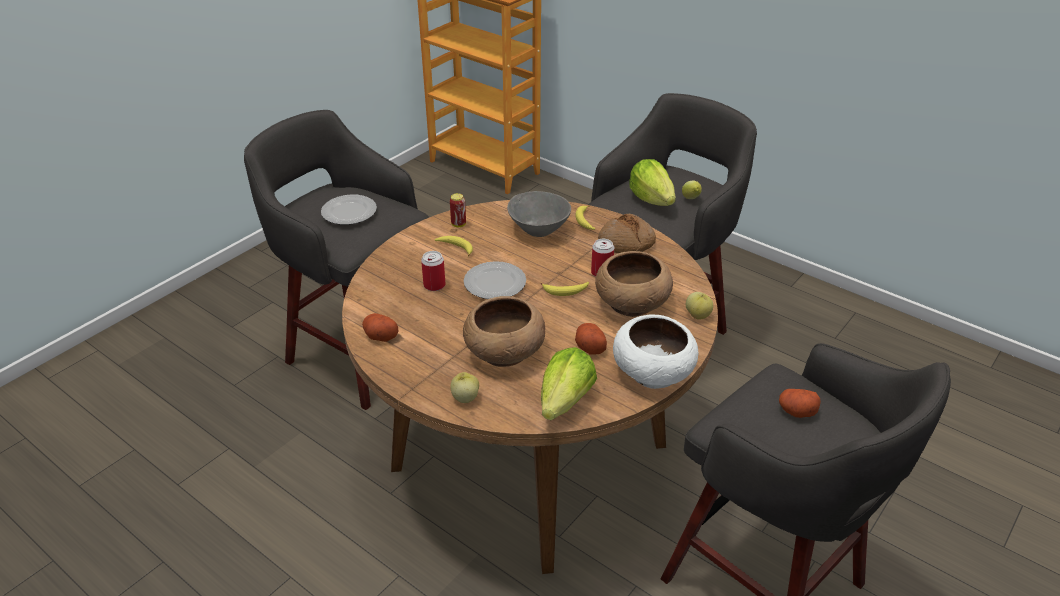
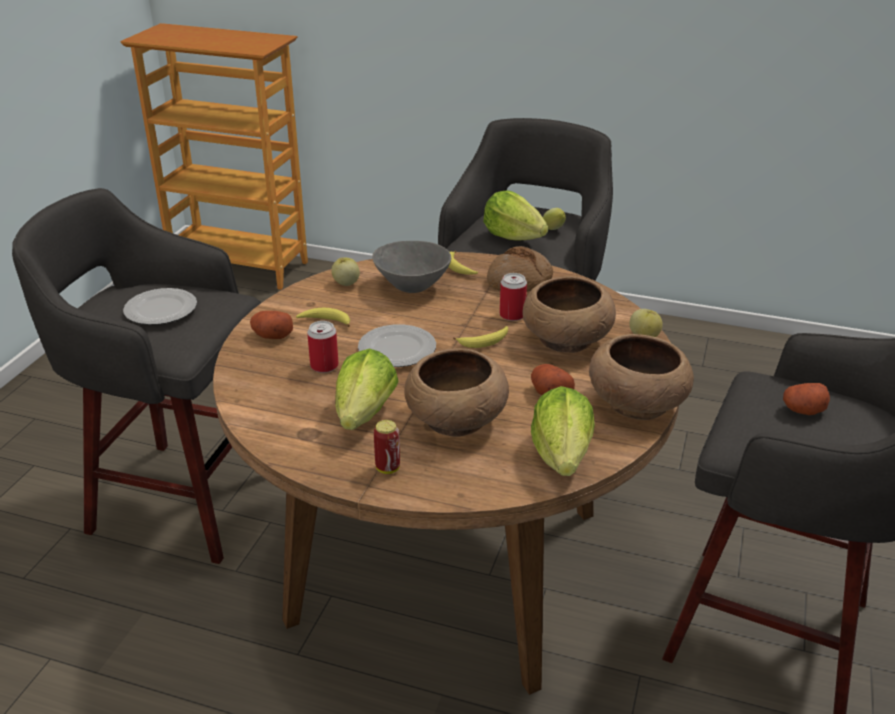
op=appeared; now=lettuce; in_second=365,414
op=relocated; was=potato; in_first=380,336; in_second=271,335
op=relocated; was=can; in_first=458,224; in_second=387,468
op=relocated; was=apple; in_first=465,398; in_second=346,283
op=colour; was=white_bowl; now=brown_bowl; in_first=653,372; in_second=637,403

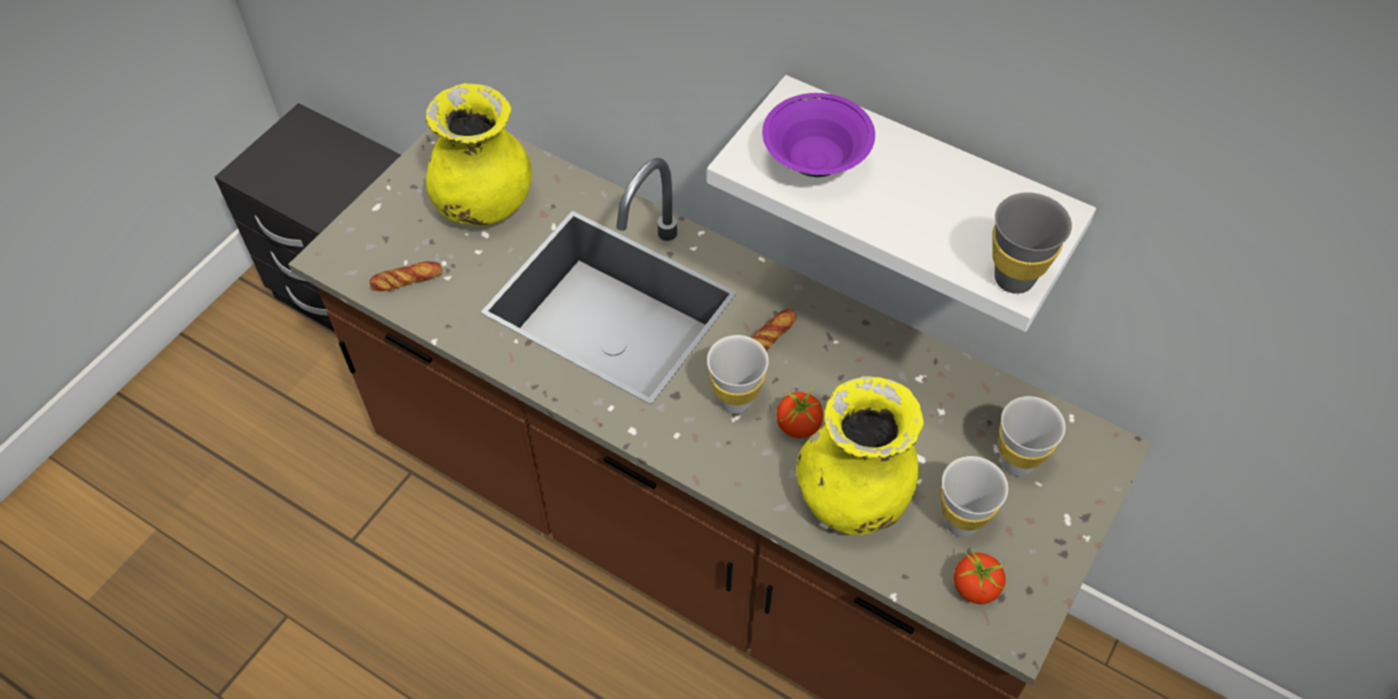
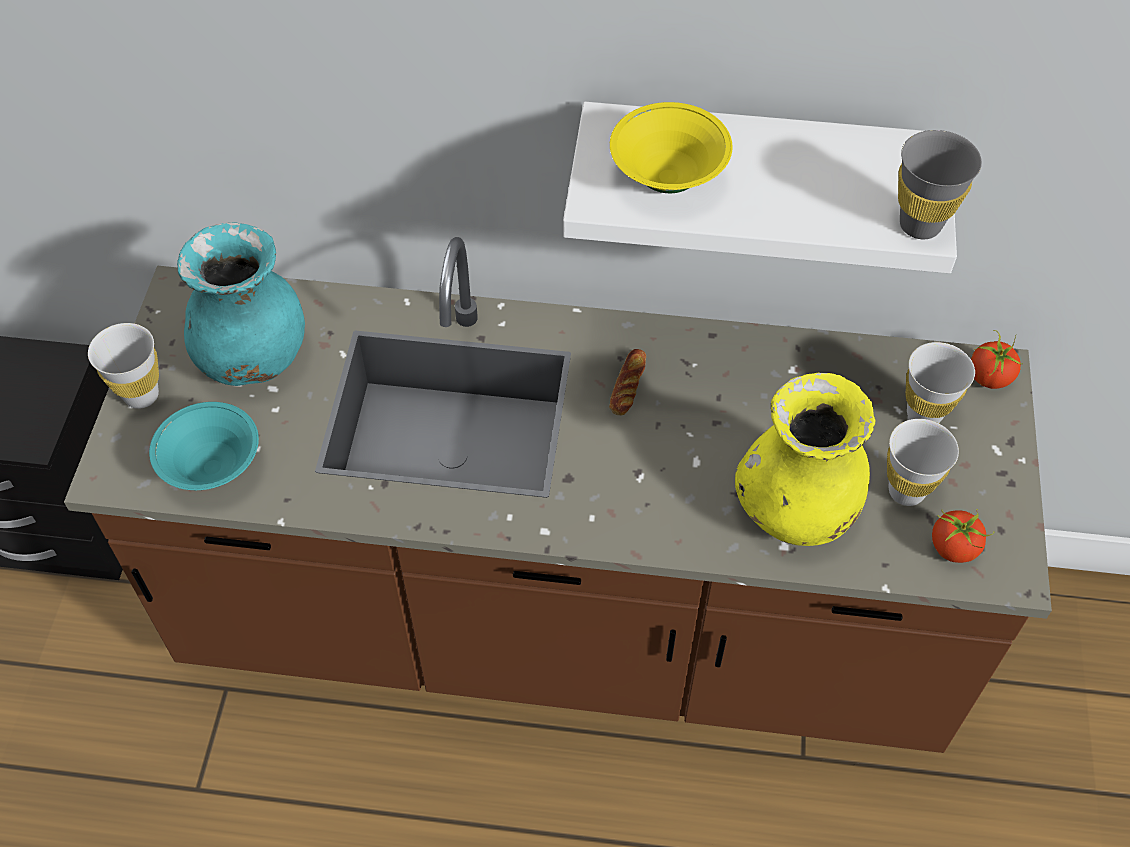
op=relocated; was=white_cup; in_first=735,400; in_second=141,395
op=relocated; was=tomato; in_first=798,425; in_second=989,377
op=exchanged; was=bread; now=turquoise_bowl; in_first=407,279; in_second=213,468
op=colour; was=yellow_vase; now=turquoise_vase; in_first=484,204; in_second=254,357
op=colour; was=purple_bowl; now=yellow_bowl; in_first=815,162; in_second=668,178

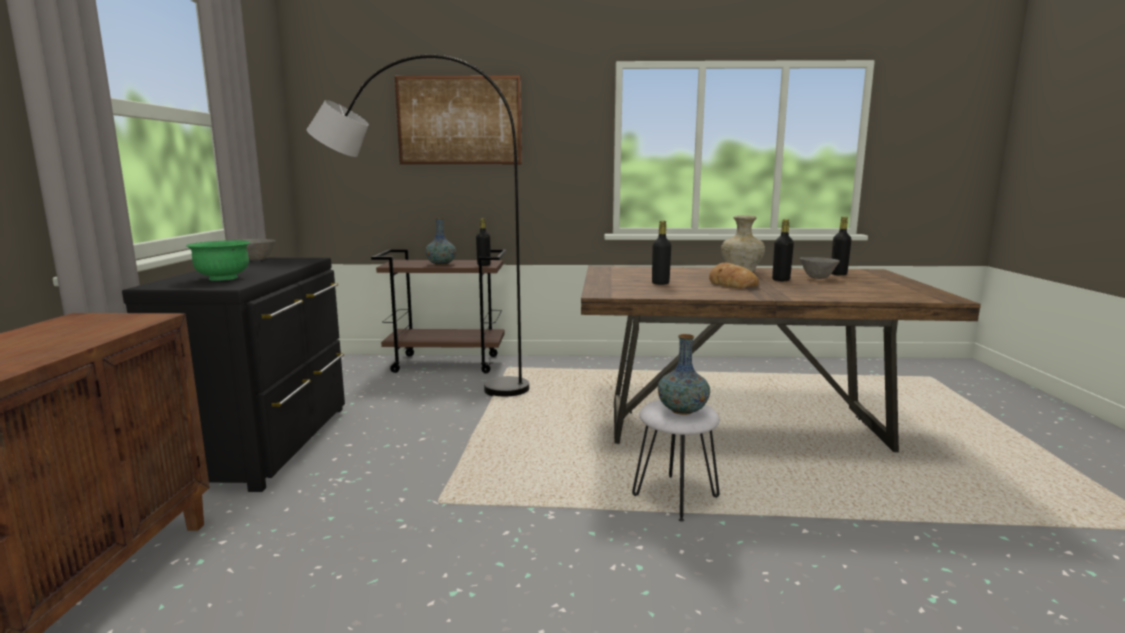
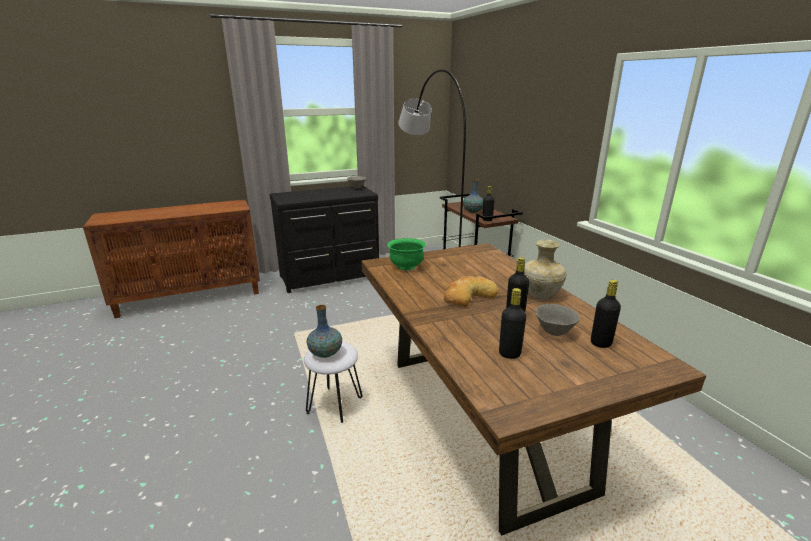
op=missing; was=picture; in_first=459,120
op=relocated; was=green_bowl; in_first=223,278; in_second=406,266
op=relocated; was=black_bottle; in_first=660,283; in_second=509,354

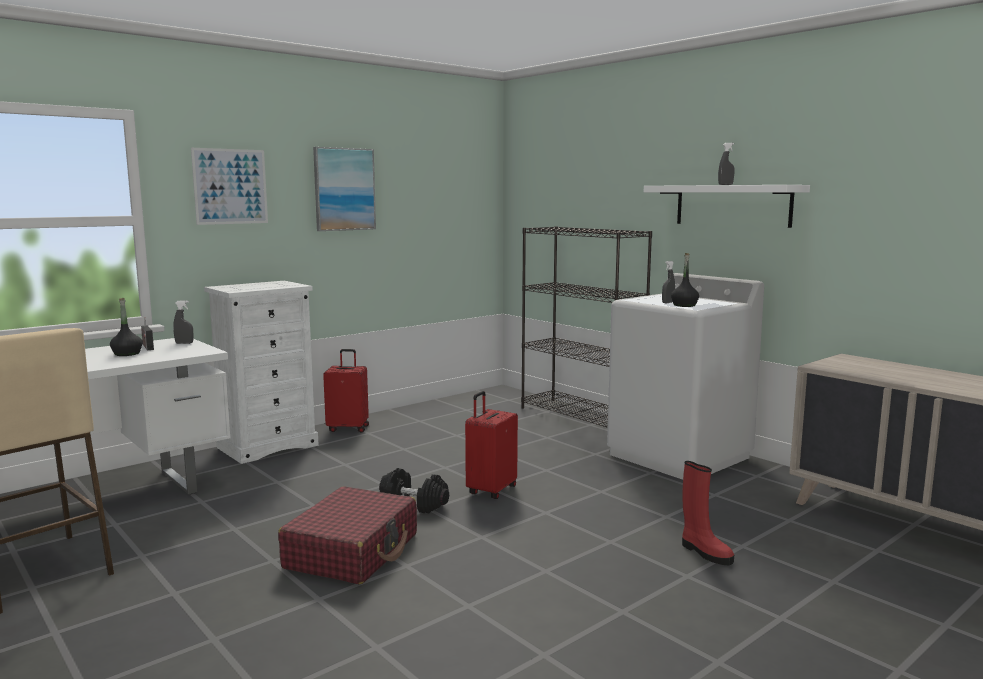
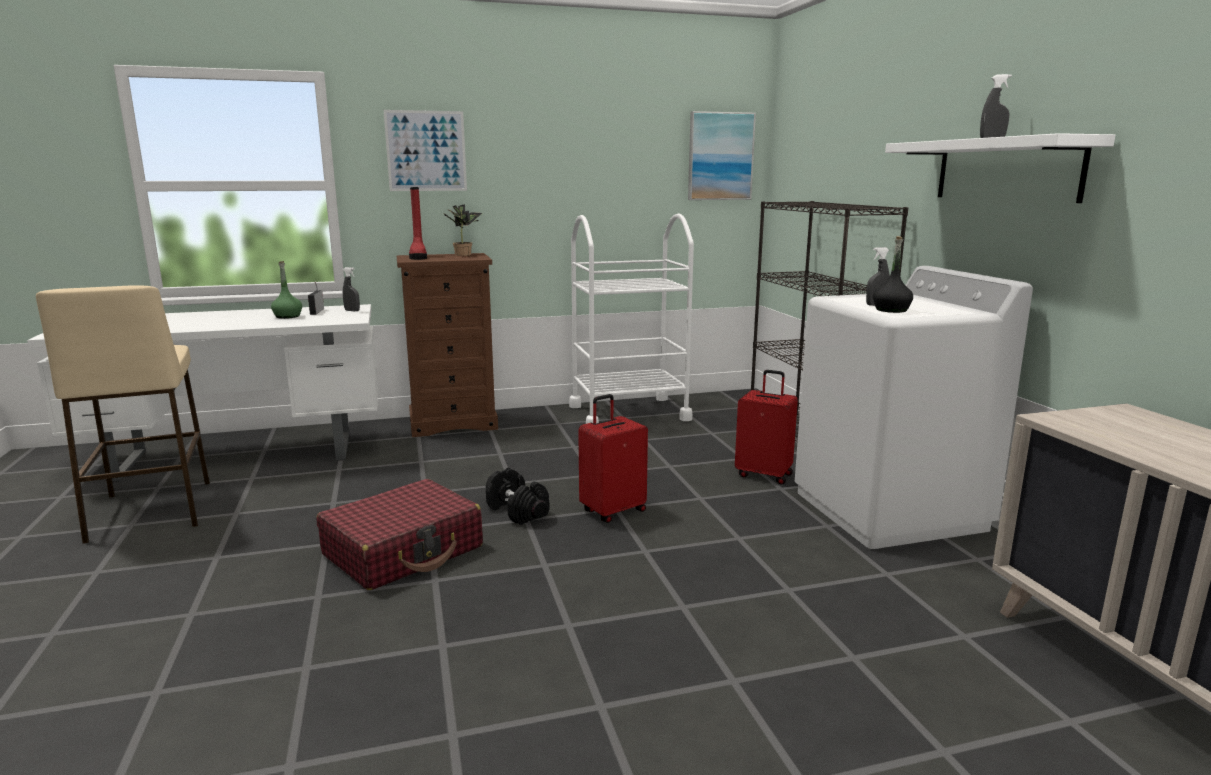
op=appeared; now=potted_plant; in_second=464,254
op=appeared; now=white_cart; in_second=628,413
op=relocated; was=picture; in_first=344,189; in_second=720,156
op=relocated; was=red_suitcase; in_first=348,428; in_second=764,474
op=relocated; was=red_boot; in_first=705,552; in_second=418,257
op=colour; was=black_bottle; now=green_bottle; in_first=127,354; in_second=287,316
op=colour; was=white_dresser; now=brown_dresser; in_first=268,446; in_second=453,423

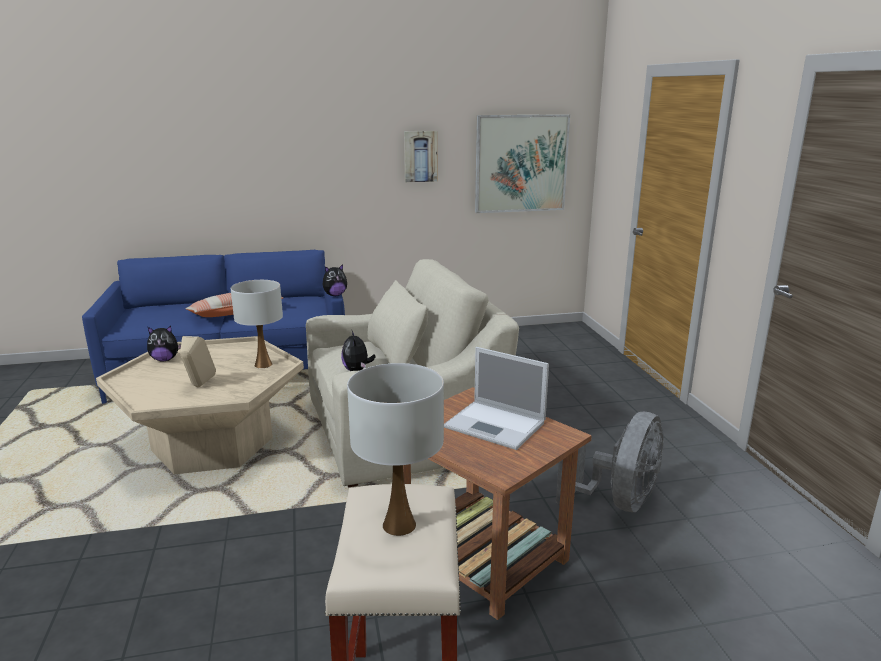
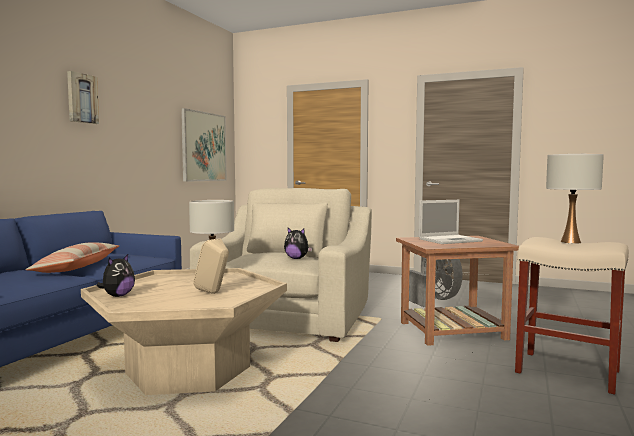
op=missing; was=plush_toy; in_first=335,295
op=relocated; was=picture; in_first=420,156; in_second=82,98

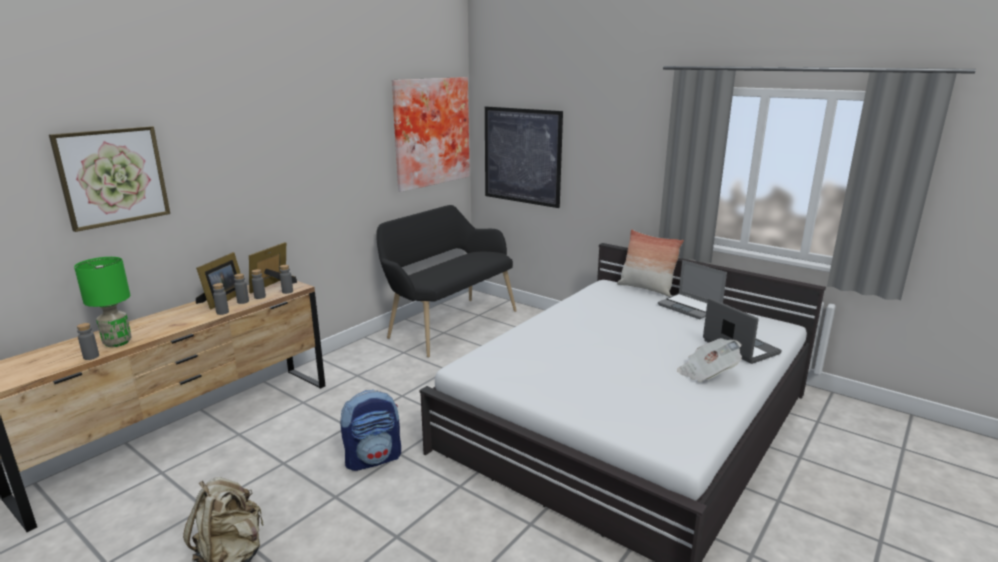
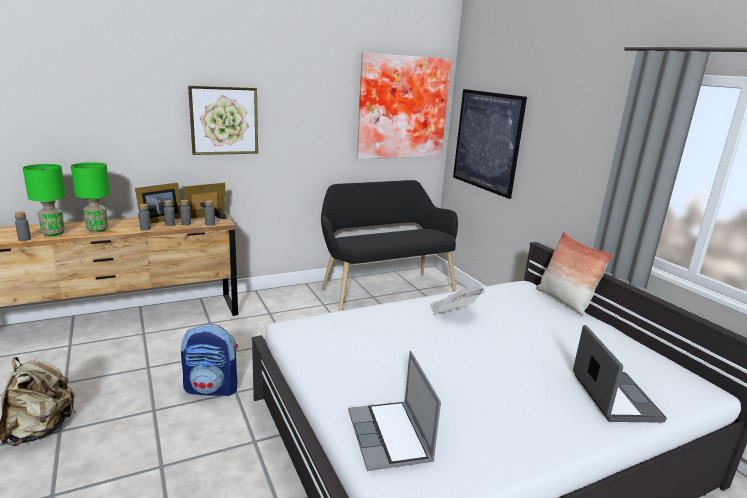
op=appeared; now=green_table_lamp; in_second=97,230
op=relocated; was=picture; in_first=113,177; in_second=224,120
op=relocated; was=laptop; in_first=690,307; in_second=390,437
op=relocated; was=newspaper; in_first=707,373; in_second=453,312

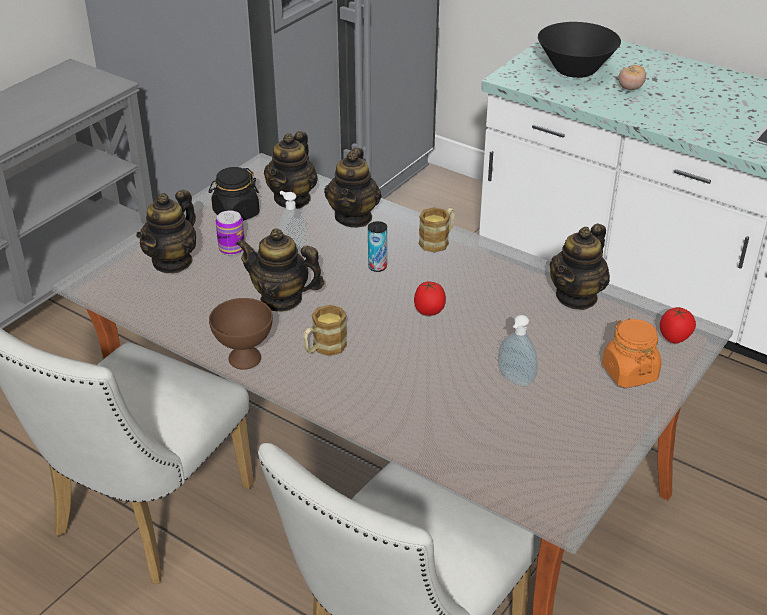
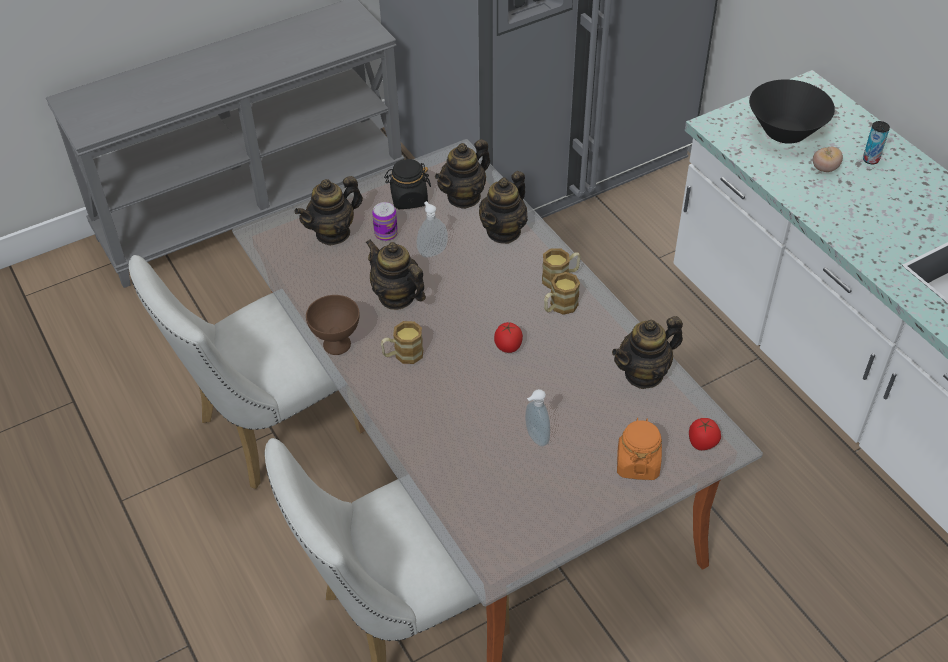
op=appeared; now=mug; in_second=559,307
op=relocated; was=can; in_first=377,267; in_second=870,159

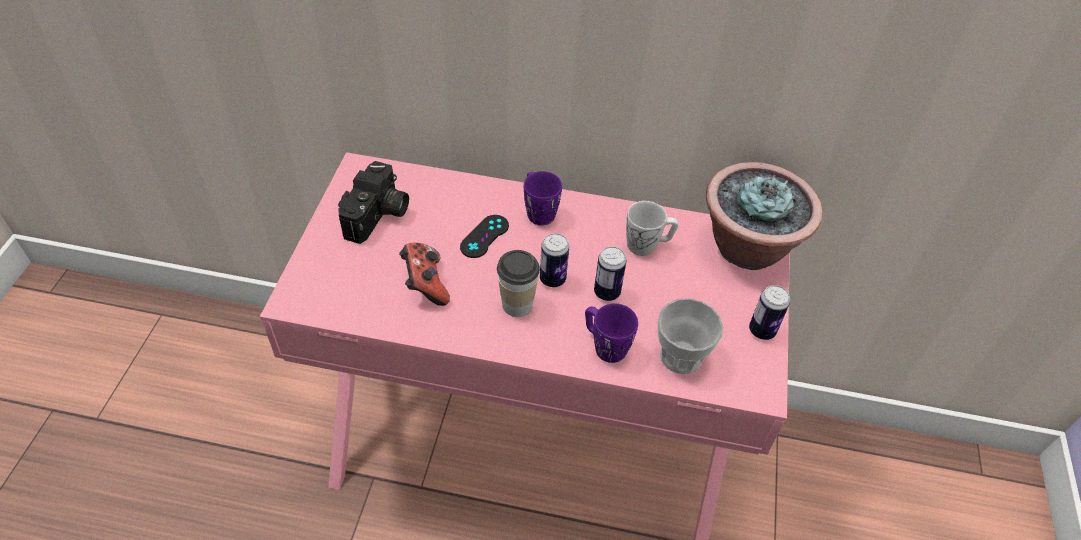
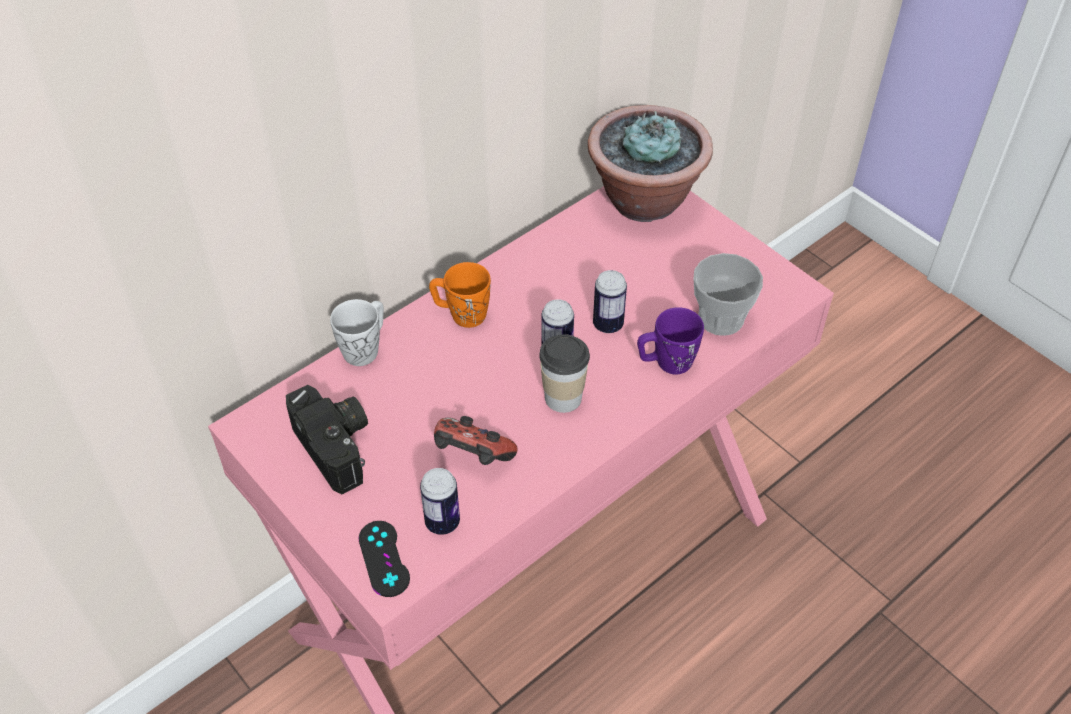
op=relocated; was=black_game_controller; in_first=484,236; in_second=384,558
op=relocated; was=white_mug; in_first=647,245; in_second=365,348
op=relocated; was=can; in_first=762,331; in_second=442,522
op=colour; was=purple_mug; now=orange_mug; in_first=538,211; in_second=461,314

